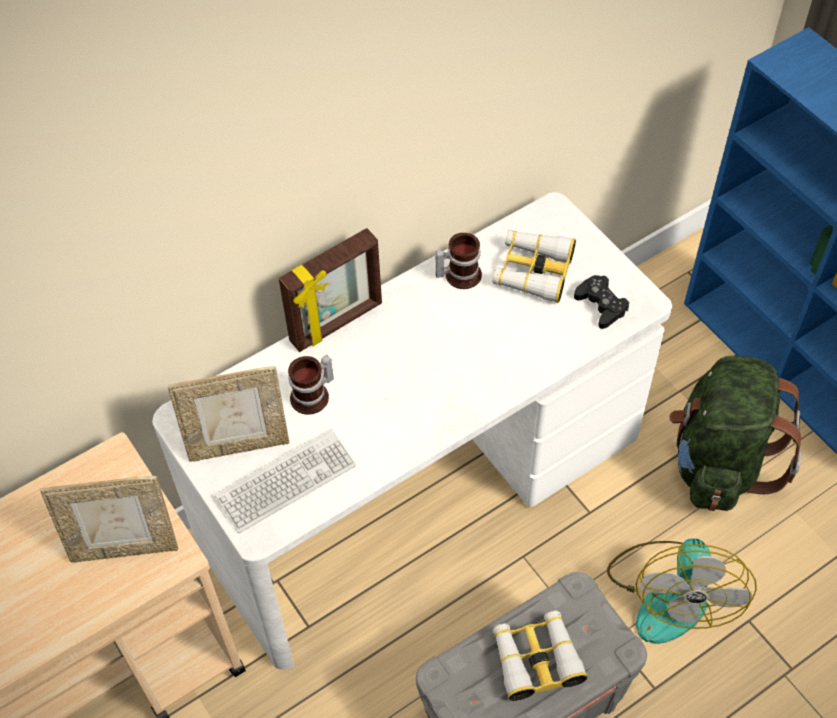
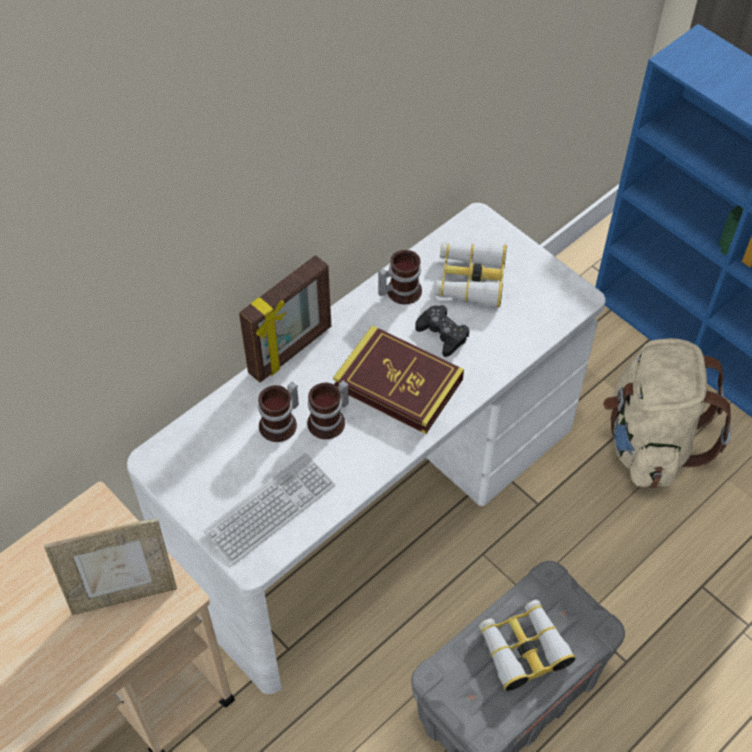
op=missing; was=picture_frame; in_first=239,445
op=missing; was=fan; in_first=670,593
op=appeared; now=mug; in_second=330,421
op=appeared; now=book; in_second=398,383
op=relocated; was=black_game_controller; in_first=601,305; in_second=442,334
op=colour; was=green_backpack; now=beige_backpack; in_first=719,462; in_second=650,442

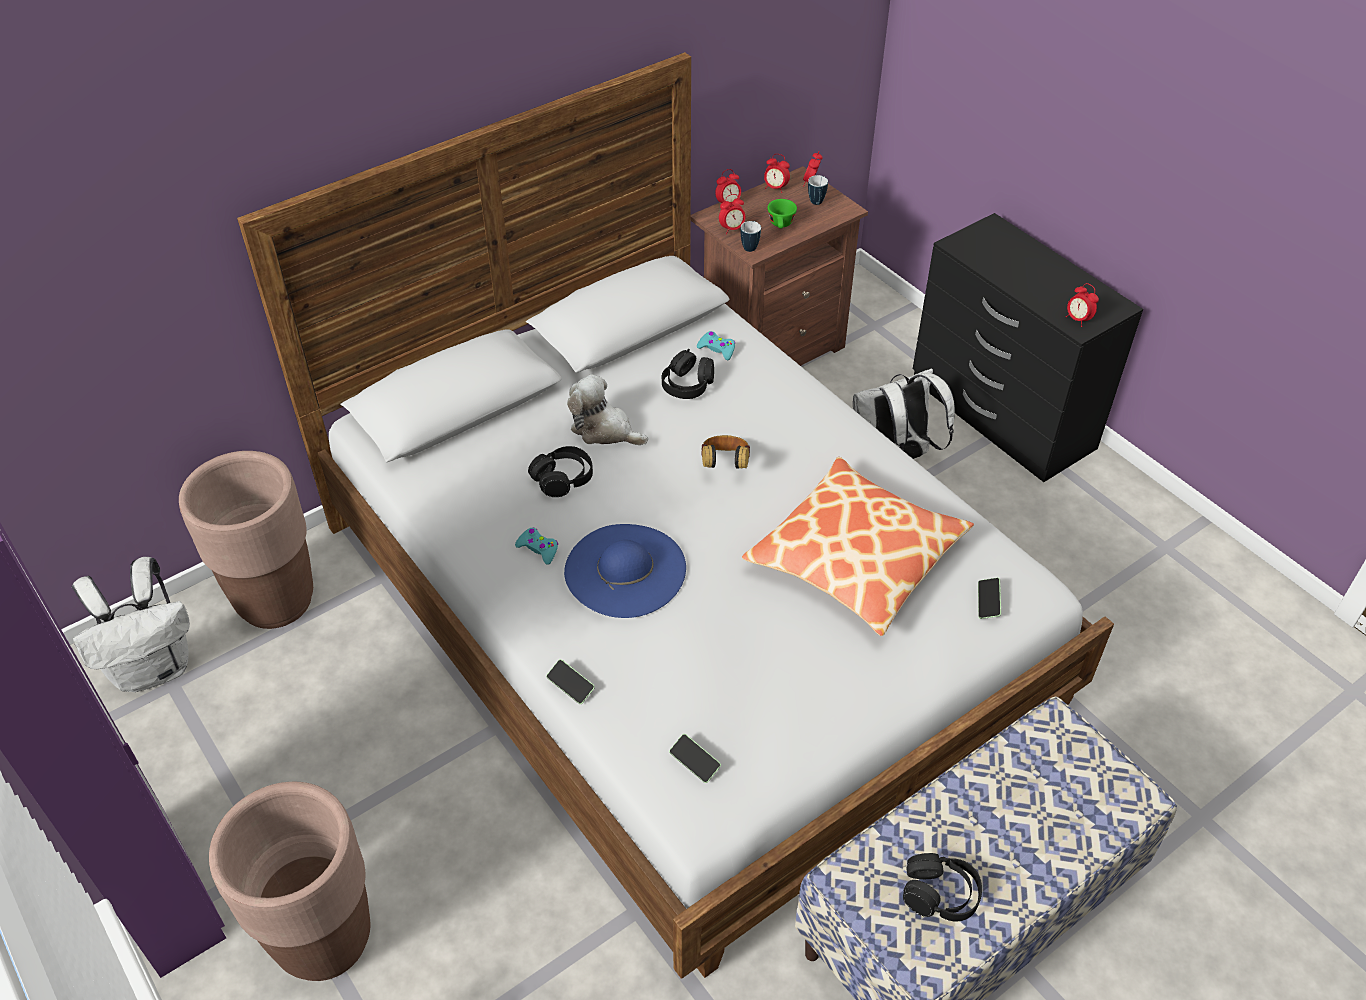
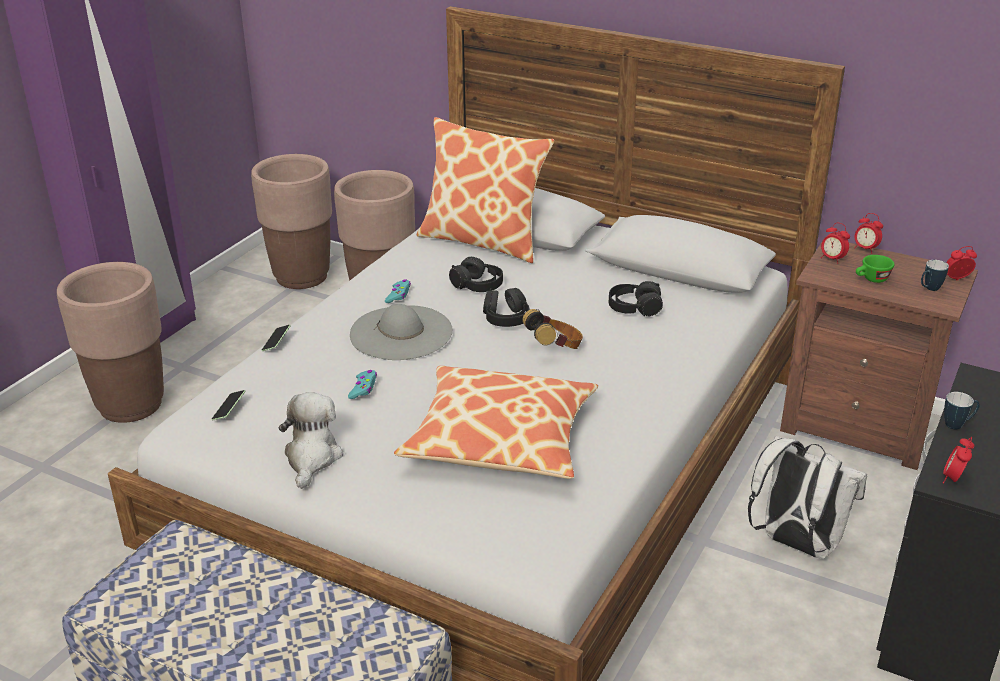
op=missing; was=alarm_clock; in_first=775,188
op=missing; was=phone; in_first=988,602
op=appeared; now=pillow; in_second=483,241
op=relocated; was=plush_toy; in_first=604,430; in_second=312,457
op=relocated; was=turquoise_game_controller; in_first=717,349; in_second=363,388
op=relocated; was=mug; in_first=750,246; in_second=958,425
op=relocated; was=black_headphones; in_first=940,894; in_second=506,318
op=exchanged; was=white_backpack; now=brown_planter; in_first=155,668; in_second=302,277
op=colour; was=blue_hat; now=grey_hat; in_first=625,570; in_second=401,333

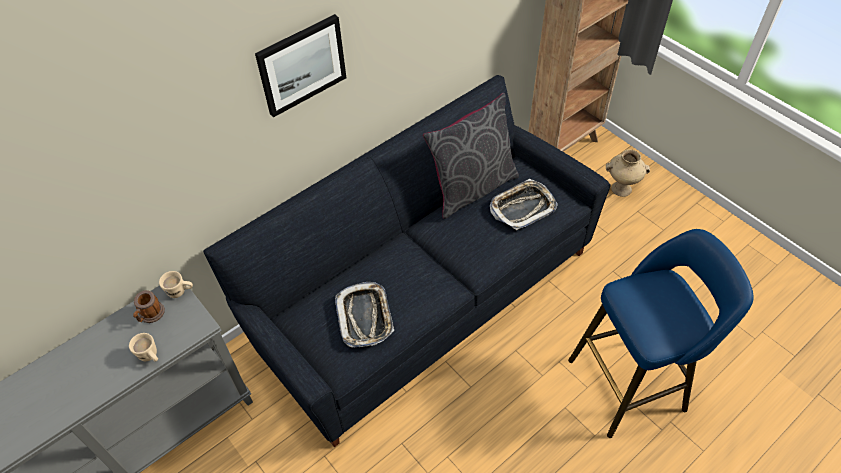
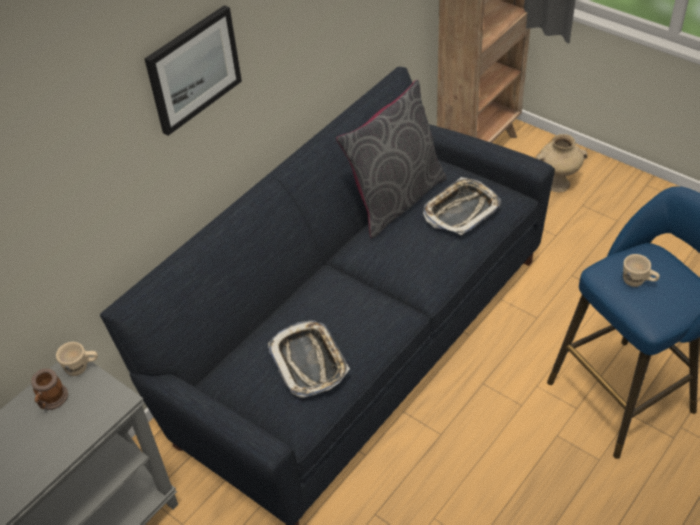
op=relocated; was=beige_mug; in_first=151,357; in_second=638,282

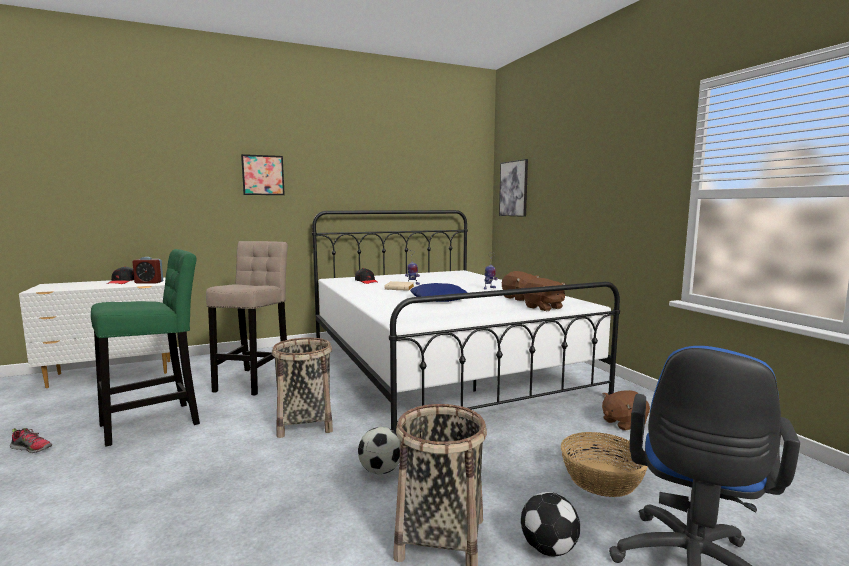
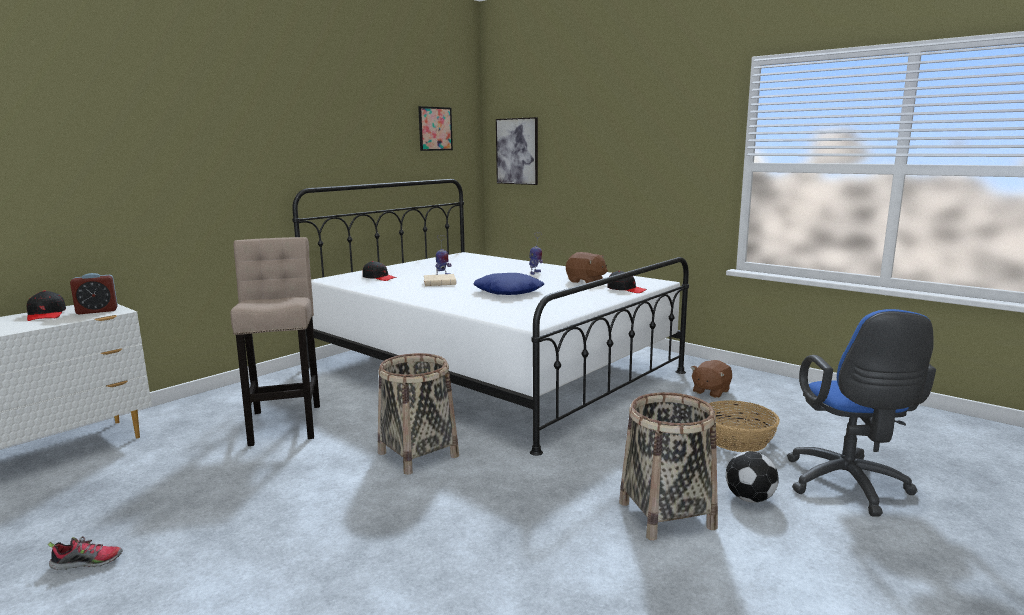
op=missing; was=green_stool; in_first=156,422
op=missing; was=football; in_first=380,470
op=relocated; was=picture; in_first=263,175; in_second=435,128
op=exchanged; was=brown_plush_toy; now=black_cap; in_first=543,308; in_second=626,289

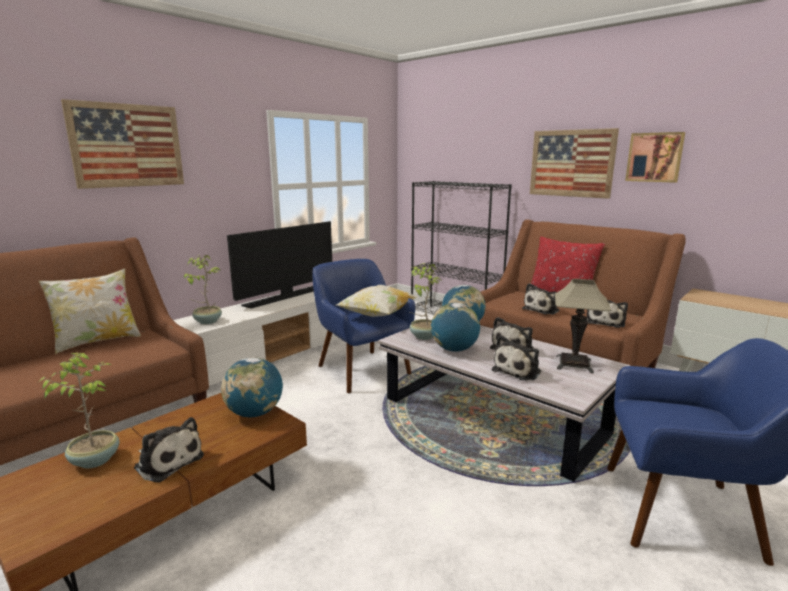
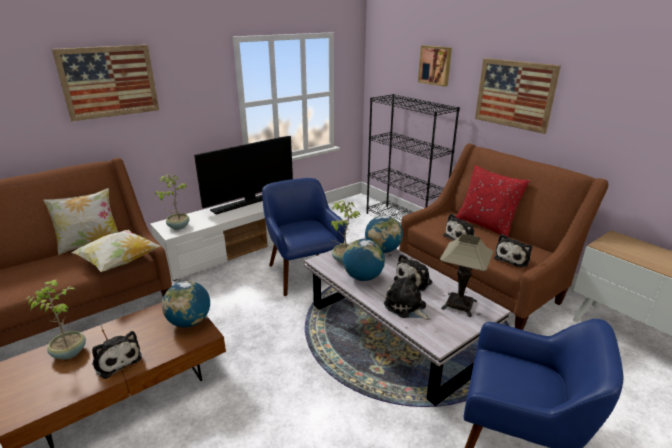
op=relocated; was=pillow; in_first=377,315; in_second=119,262
op=relocated; was=picture; in_first=654,157; in_second=435,65
op=spun; was=plush_toy; in_first=518,370; in_second=406,307; clockwise=90

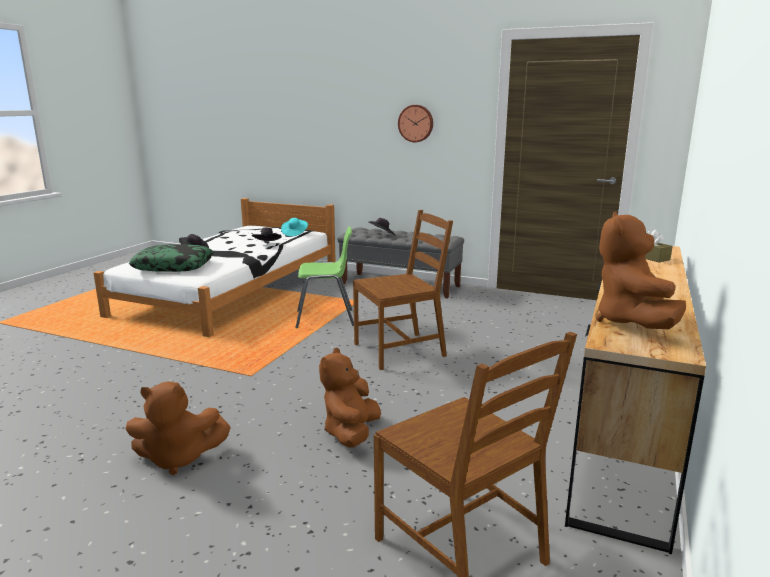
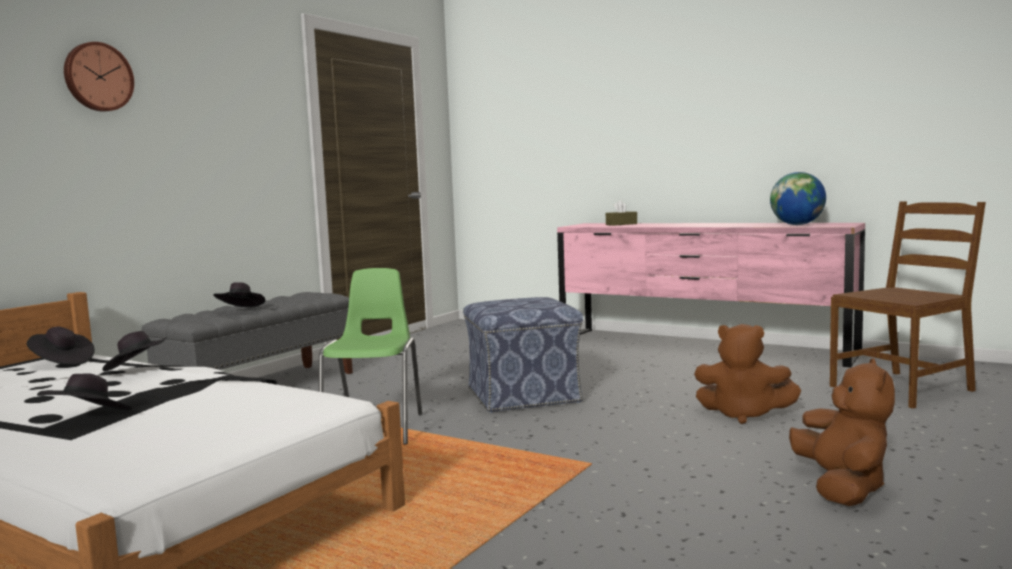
op=missing; was=pillow; in_first=174,266
op=relocated; was=wall_clock; in_first=416,123; in_second=97,77
op=exchanged; was=brown_chair; now=ottoman; in_first=400,350; in_second=524,395
op=exchanged; was=brown_plush_toy; now=globe; in_first=631,323; in_second=797,225
op=colour; was=turquoise_hat; now=black_hat; in_first=294,233; in_second=62,362
op=colour; was=brown_dresser; now=pink_dresser; in_first=623,425; in_second=700,346

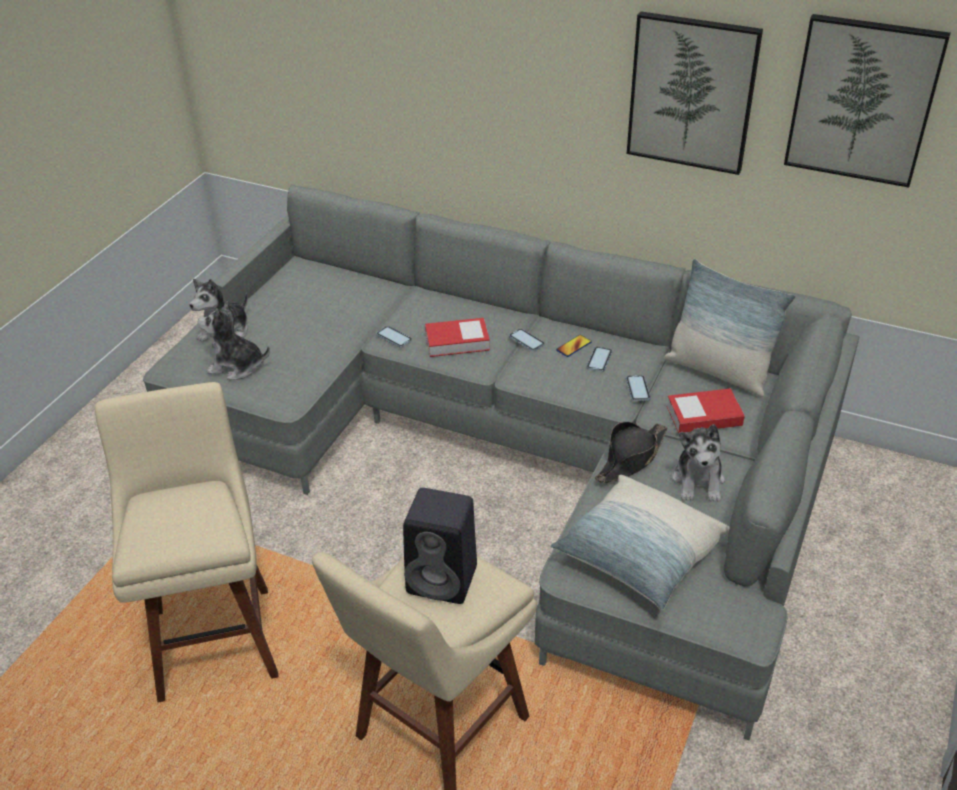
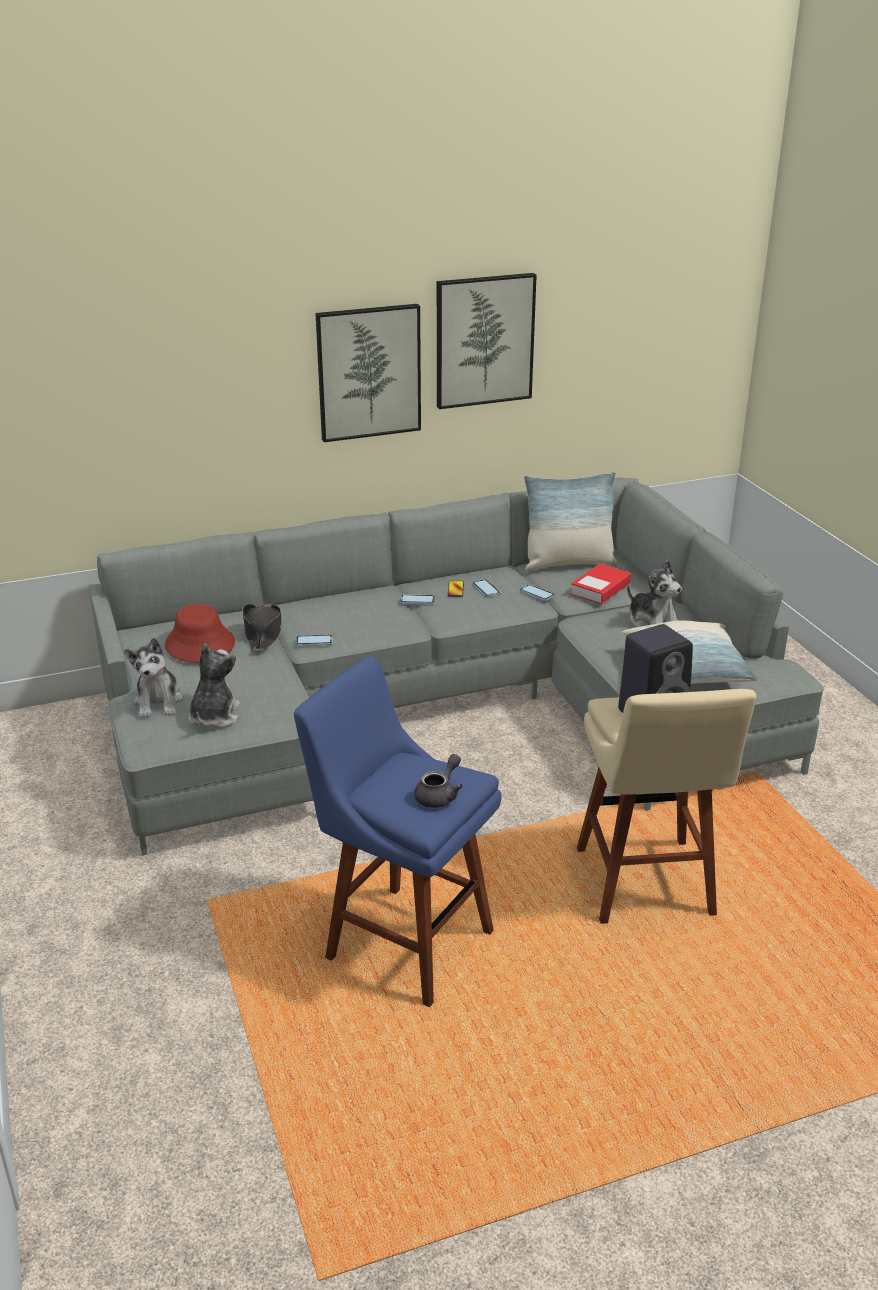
op=missing; was=book; in_first=457,342
op=appeared; now=red_hat; in_second=199,644
op=appeared; now=grey_teapot; in_second=439,795
op=relocated; was=black_hat; in_first=631,459; in_second=263,633
op=relocated; was=picture; in_first=862,100; in_second=368,372
op=colour; was=beige_stool; now=blue_stool; in_first=215,636; in_second=402,941
op=spun; was=plush_toy; in_first=236,366; in_second=214,717; clockwise=135

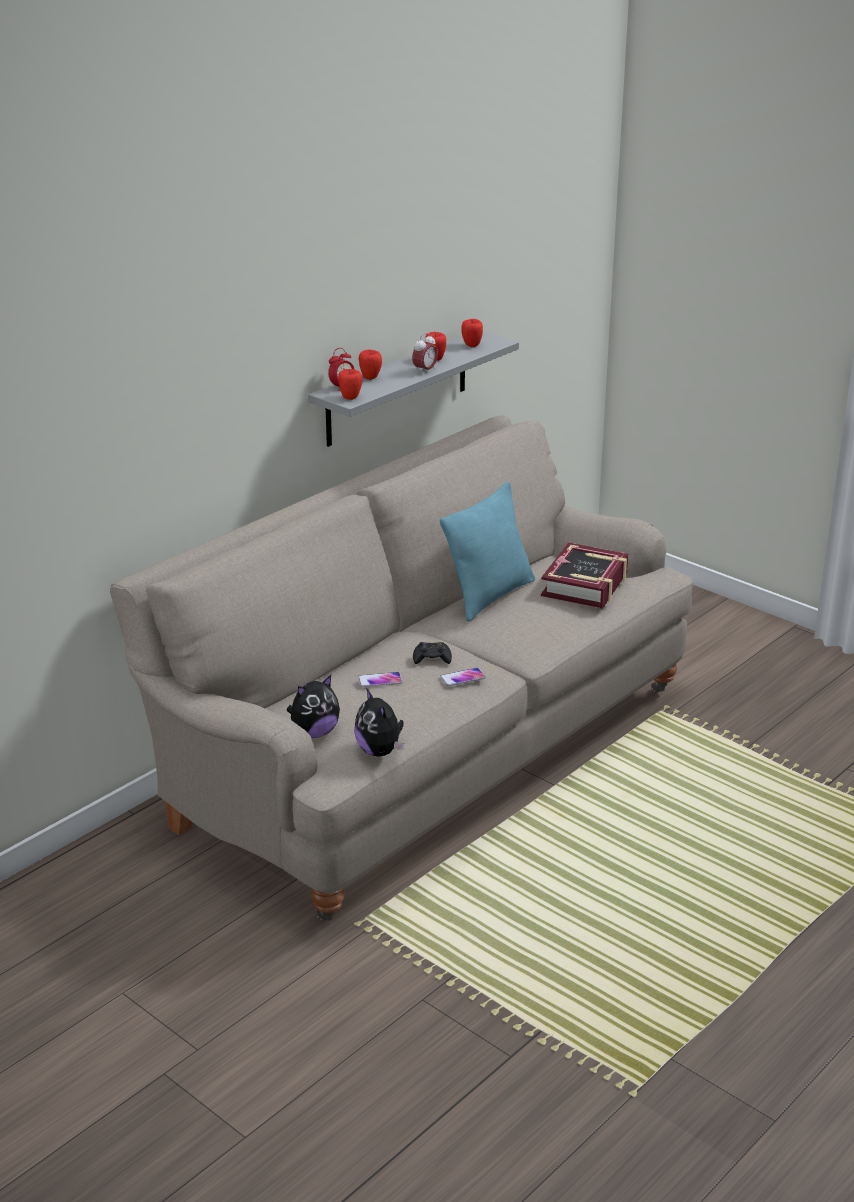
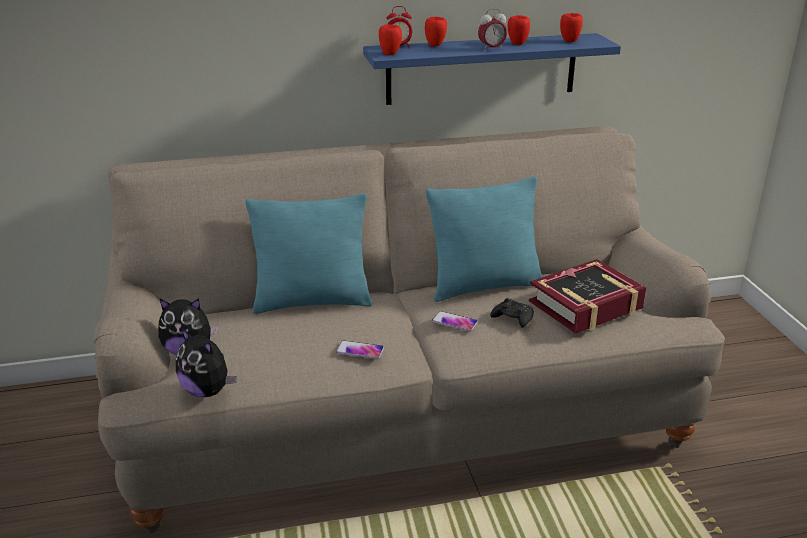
op=appeared; now=turquoise_pillow; in_second=312,301
op=relocated; was=phone; in_first=380,680; in_second=454,322
op=relocated; was=black_game_controller; in_first=432,658; in_second=513,318
op=colour; was=grey_shelf; now=blue_shelf; in_first=397,388; in_second=482,69
op=spun; was=plush_toy; in_first=380,751; in_second=208,391; clockwise=-60

